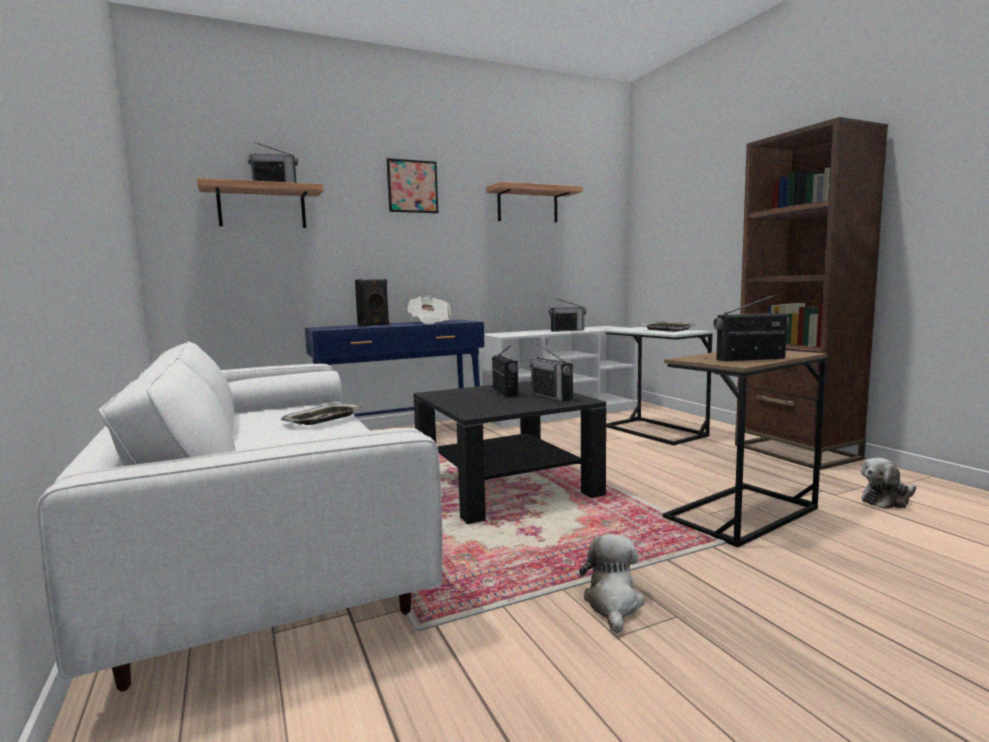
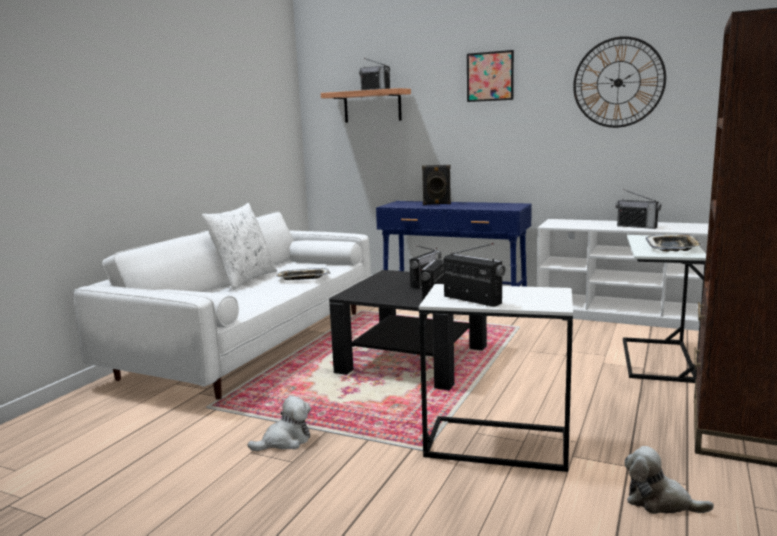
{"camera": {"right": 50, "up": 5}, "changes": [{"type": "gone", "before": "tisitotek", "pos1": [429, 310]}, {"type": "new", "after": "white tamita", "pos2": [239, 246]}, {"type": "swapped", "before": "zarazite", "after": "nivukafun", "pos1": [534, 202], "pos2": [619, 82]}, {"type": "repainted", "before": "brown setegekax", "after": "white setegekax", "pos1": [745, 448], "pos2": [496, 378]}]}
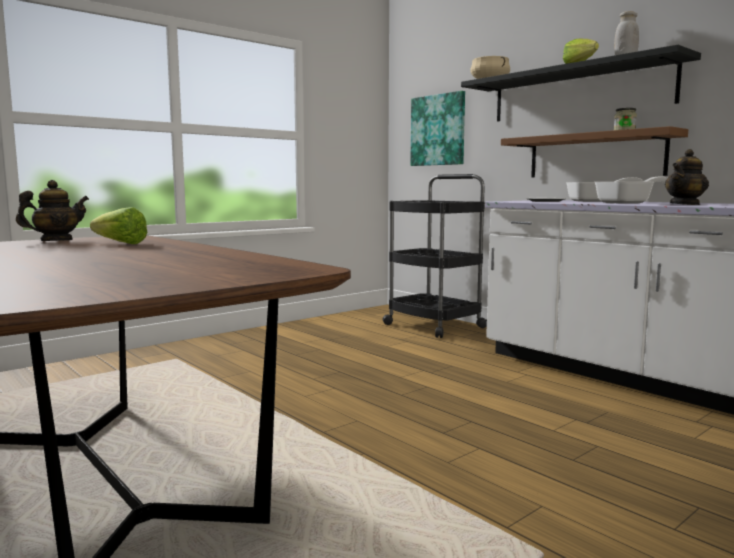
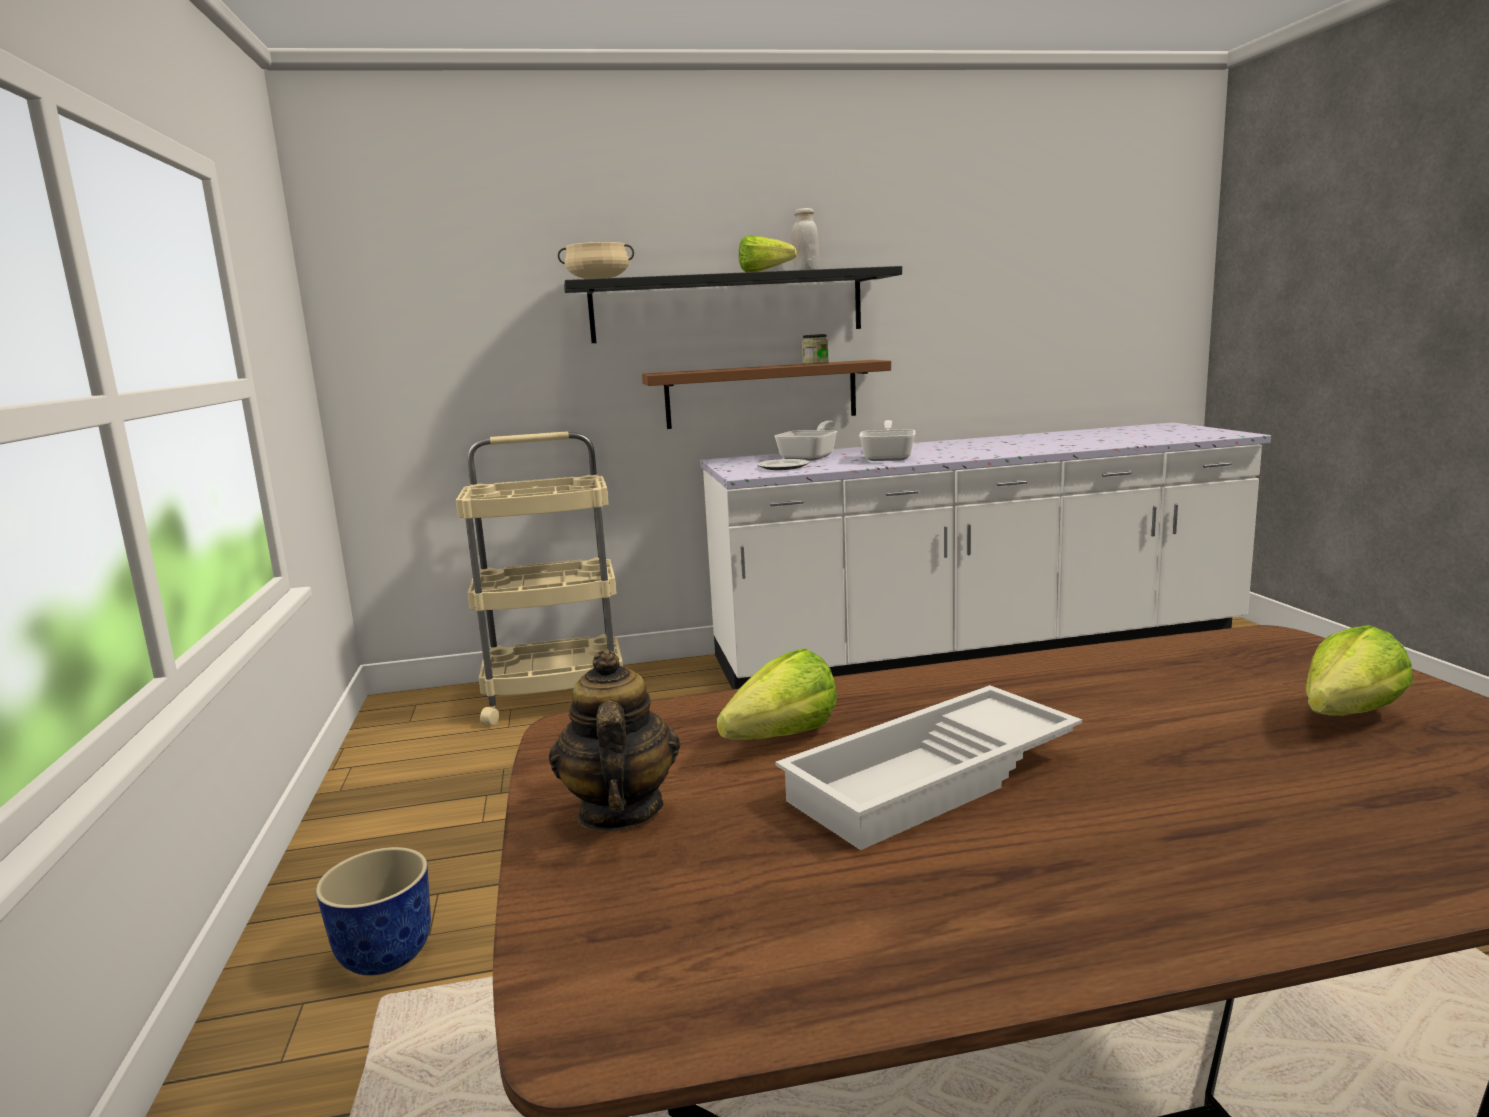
{"camera": {"right": -60, "up": 5}, "changes": [{"type": "gone", "before": "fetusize", "pos1": [437, 128]}, {"type": "gone", "before": "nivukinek", "pos1": [687, 177]}, {"type": "new", "after": "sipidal", "pos2": [373, 911]}, {"type": "new", "after": "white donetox", "pos2": [928, 767]}, {"type": "new", "after": "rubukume", "pos2": [1359, 670]}, {"type": "repainted", "before": "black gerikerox", "after": "beige gerikerox", "pos1": [434, 256], "pos2": [539, 578]}]}
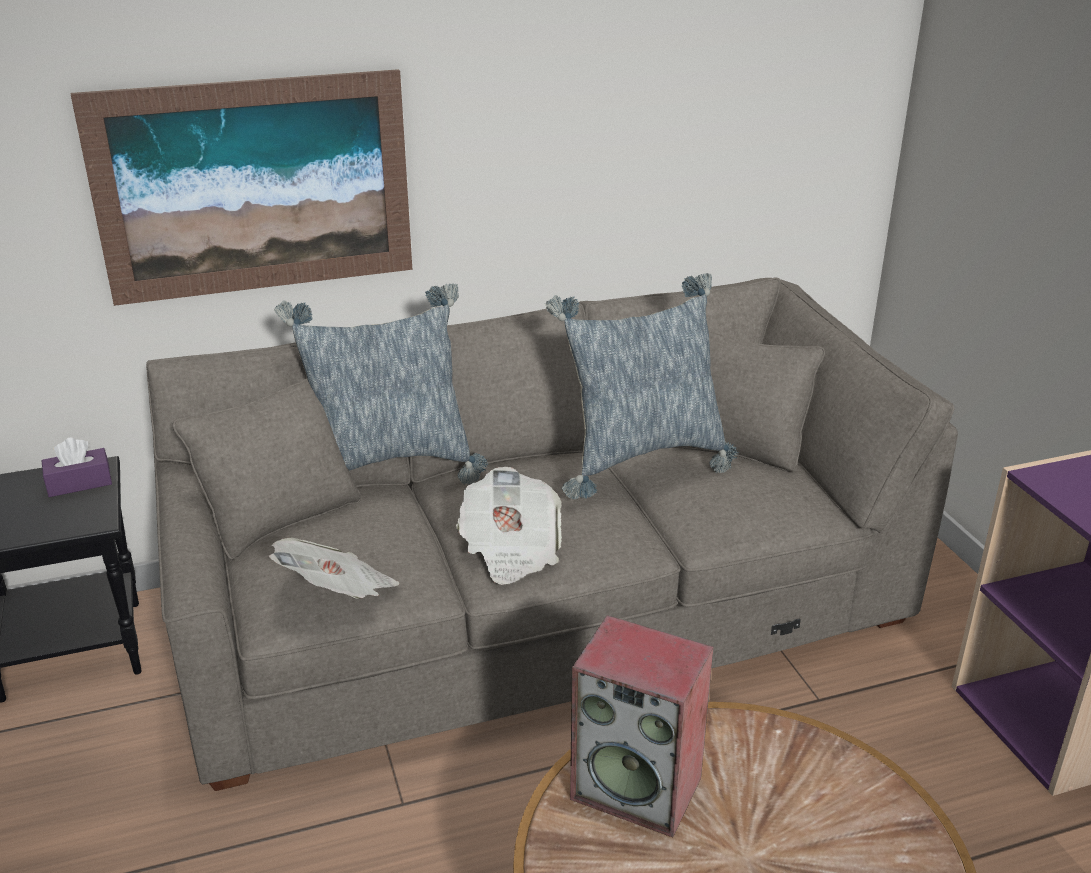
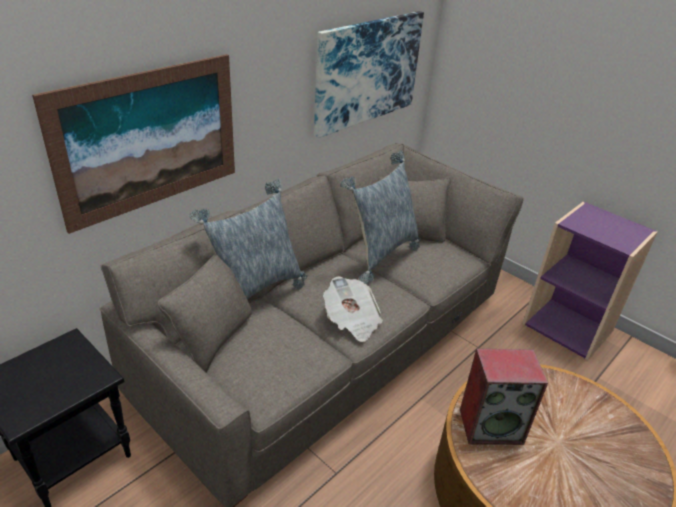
{"camera": {"right": -30, "up": 5}, "changes": [{"type": "gone", "before": "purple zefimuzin", "pos1": [76, 467]}, {"type": "gone", "before": "tisitotek", "pos1": [334, 568]}, {"type": "new", "after": "fetusize", "pos2": [369, 74]}]}
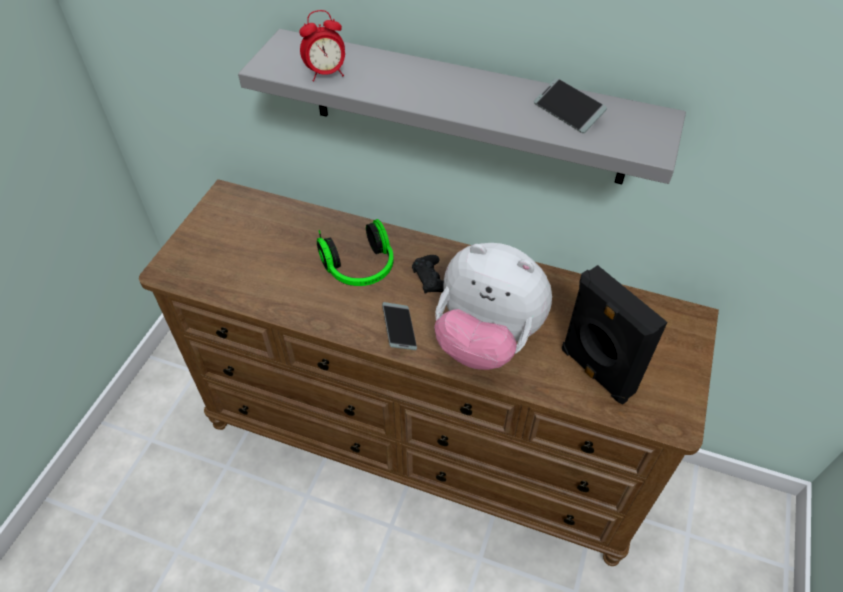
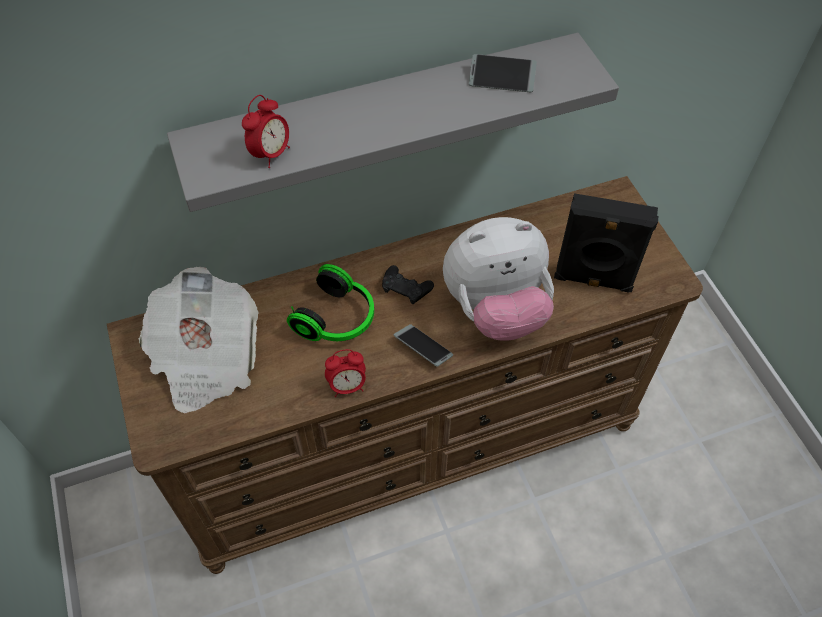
{"camera": {"right": -40, "up": 5}, "changes": [{"type": "new", "after": "tisitotek", "pos2": [199, 340]}, {"type": "new", "after": "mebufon", "pos2": [345, 373]}]}
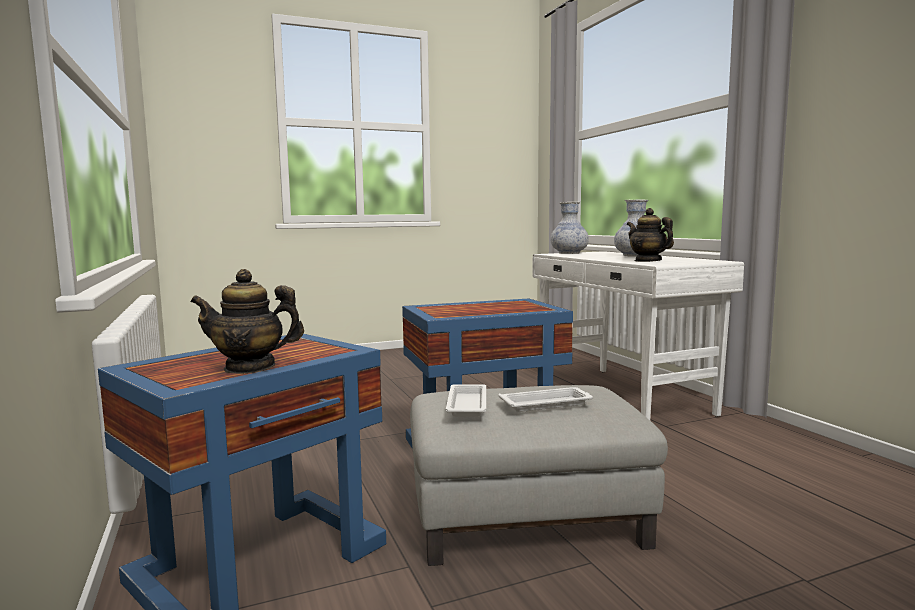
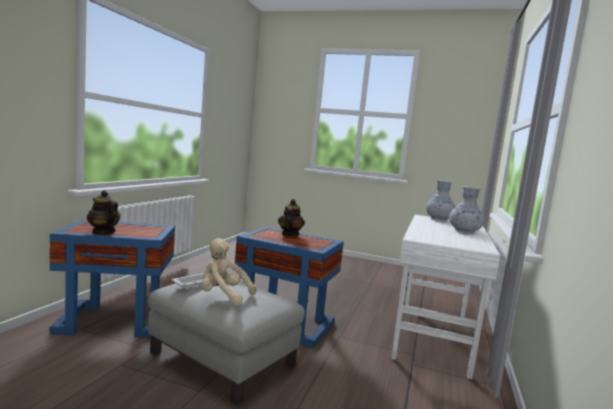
{"camera": {"right": 40, "up": 0}, "changes": [{"type": "shifted", "before": "nivukinek", "pos1": [650, 235], "pos2": [291, 217]}, {"type": "swapped", "before": "white donetox", "after": "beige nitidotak", "pos1": [546, 399], "pos2": [228, 272]}]}
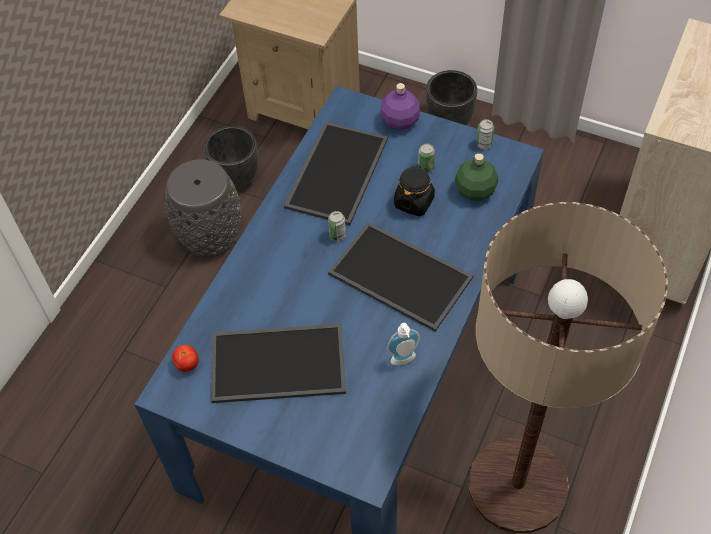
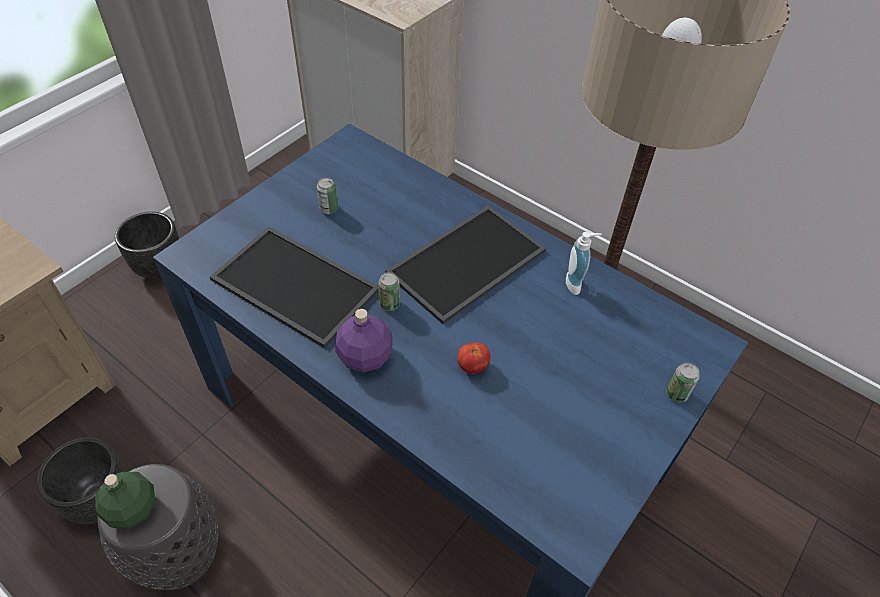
{"camera": {"right": -80, "up": -5}, "changes": [{"type": "gone", "before": "donetox", "pos1": [278, 363]}, {"type": "gone", "before": "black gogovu", "pos1": [414, 191]}, {"type": "shifted", "before": "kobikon", "pos1": [185, 358], "pos2": [474, 358]}, {"type": "shifted", "before": "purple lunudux", "pos1": [400, 107], "pos2": [364, 340]}, {"type": "shifted", "before": "green lunudux", "pos1": [476, 177], "pos2": [125, 500]}, {"type": "shifted", "before": "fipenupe", "pos1": [485, 134], "pos2": [683, 382]}]}
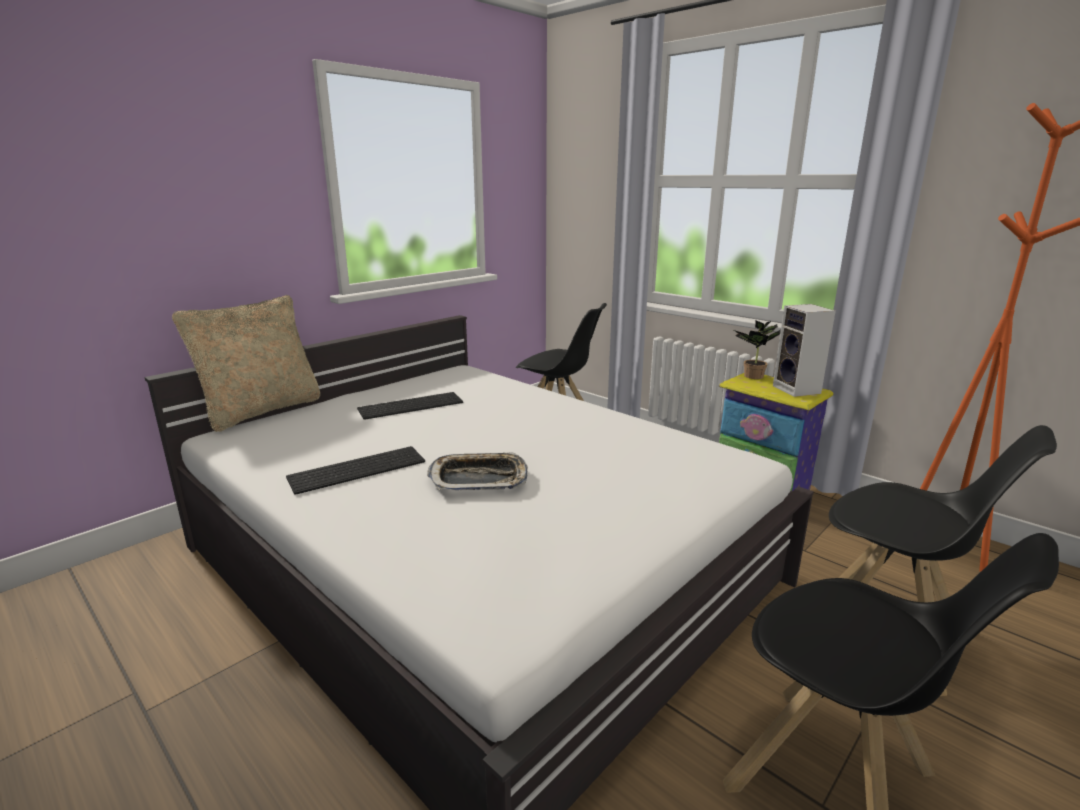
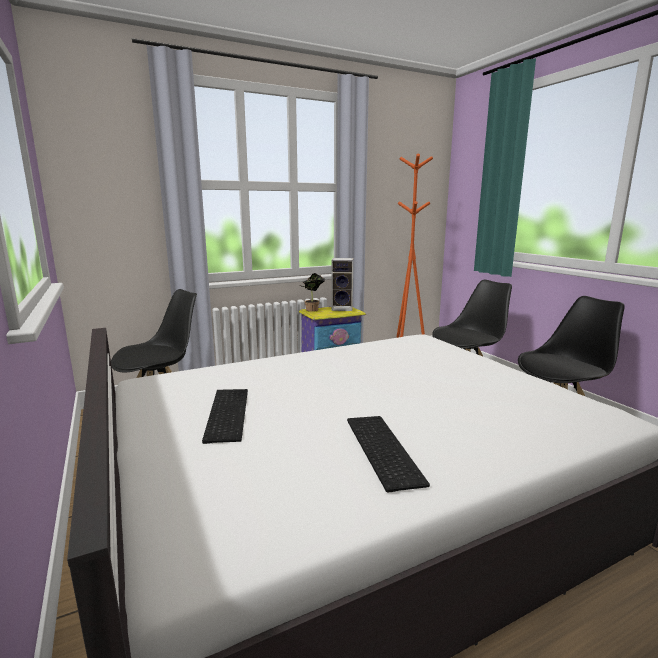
{"camera": {"right": -70, "up": -5}, "changes": [{"type": "gone", "before": "beige tamita", "pos1": [246, 363]}, {"type": "gone", "before": "donetox", "pos1": [477, 471]}]}
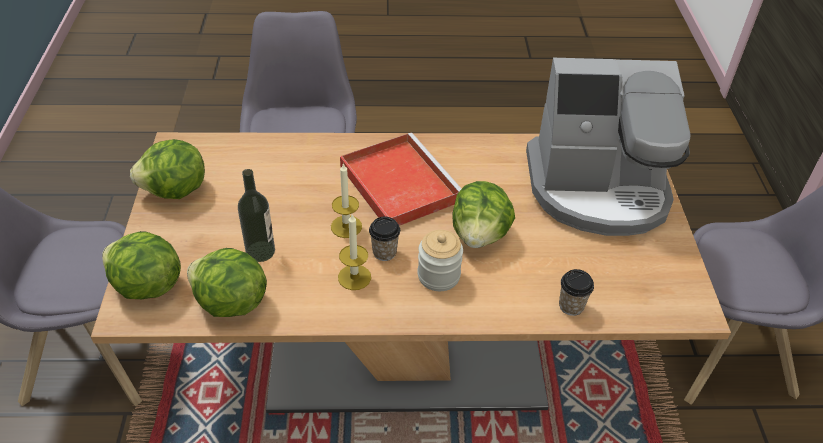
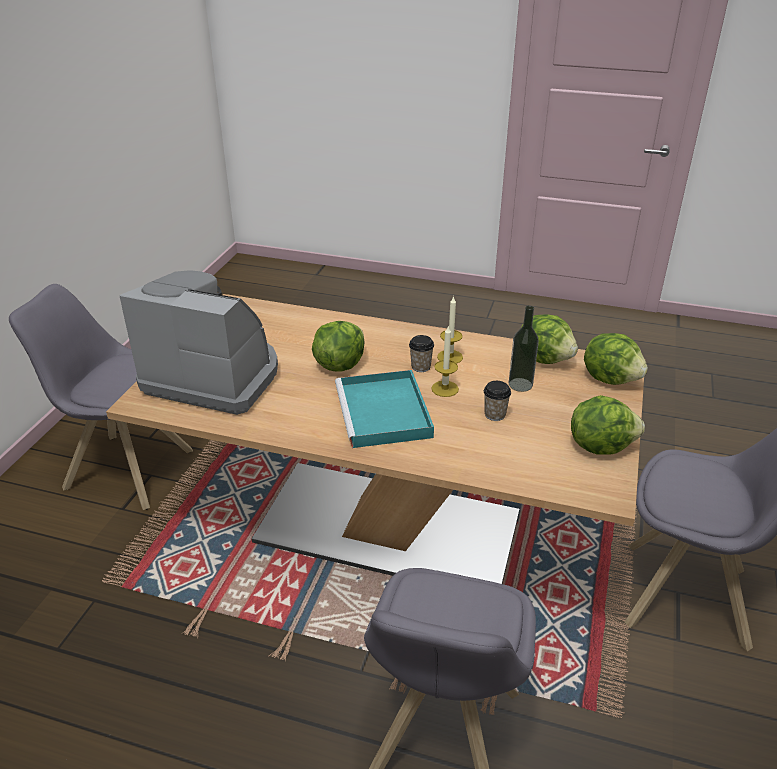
{"camera": {"right": -160, "up": -10}, "changes": [{"type": "gone", "before": "gogovu", "pos1": [440, 260]}, {"type": "shifted", "before": "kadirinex", "pos1": [576, 292], "pos2": [497, 401]}, {"type": "repainted", "before": "red donetox", "after": "turquoise donetox", "pos1": [401, 179], "pos2": [384, 409]}]}
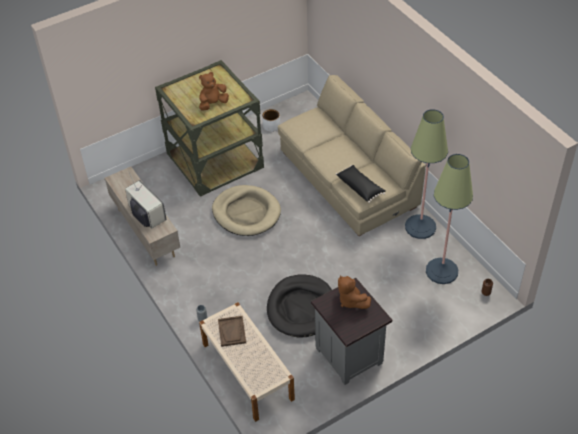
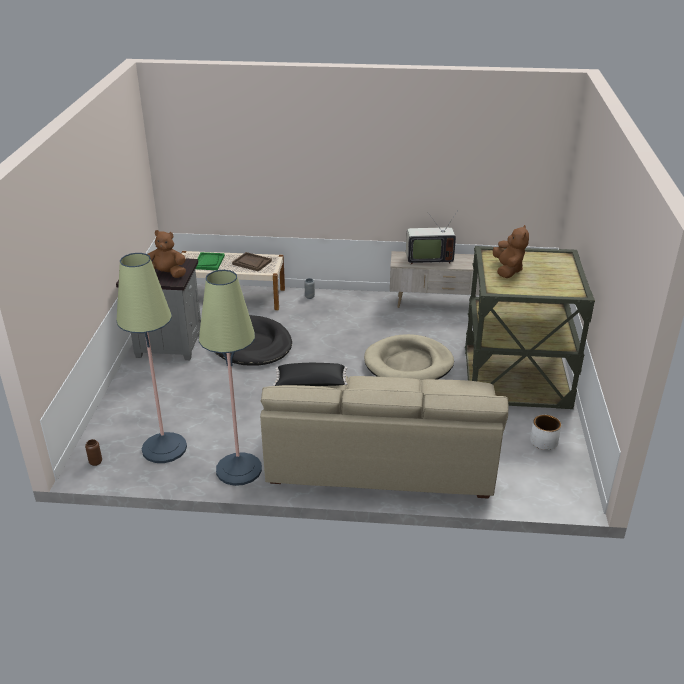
{"camera": {"right": 125, "up": -15}, "changes": [{"type": "new", "after": "green donetox", "pos2": [210, 261]}]}
